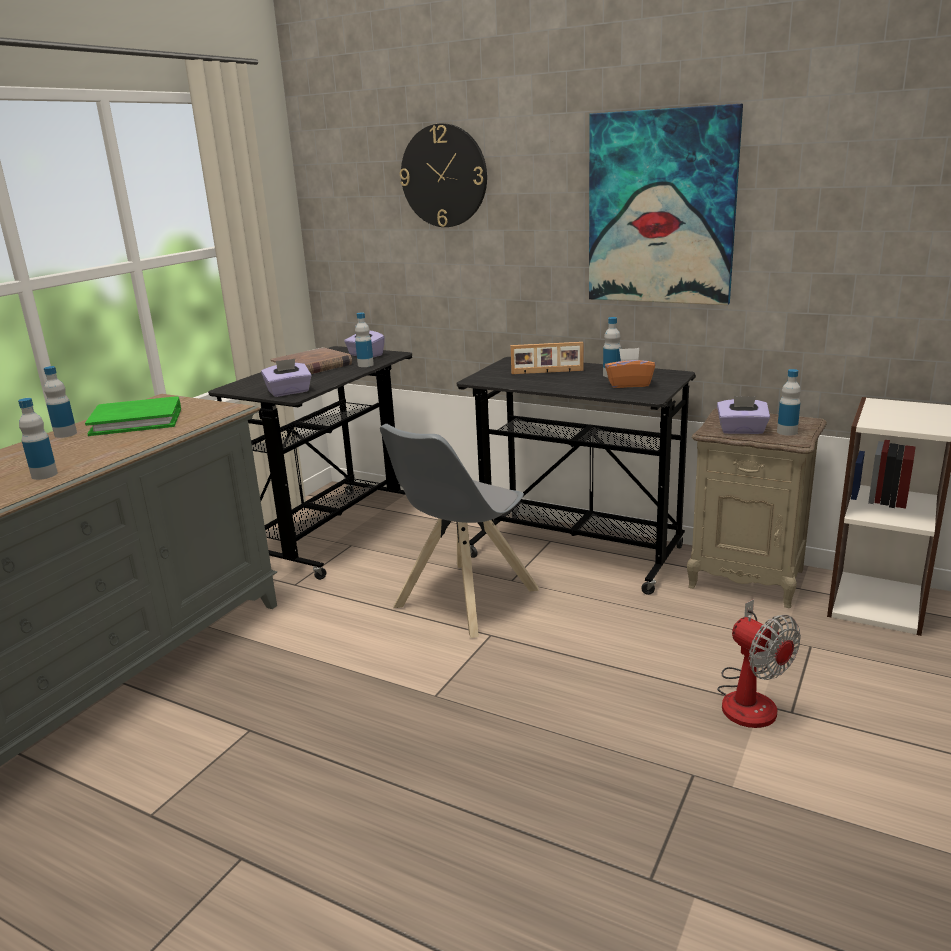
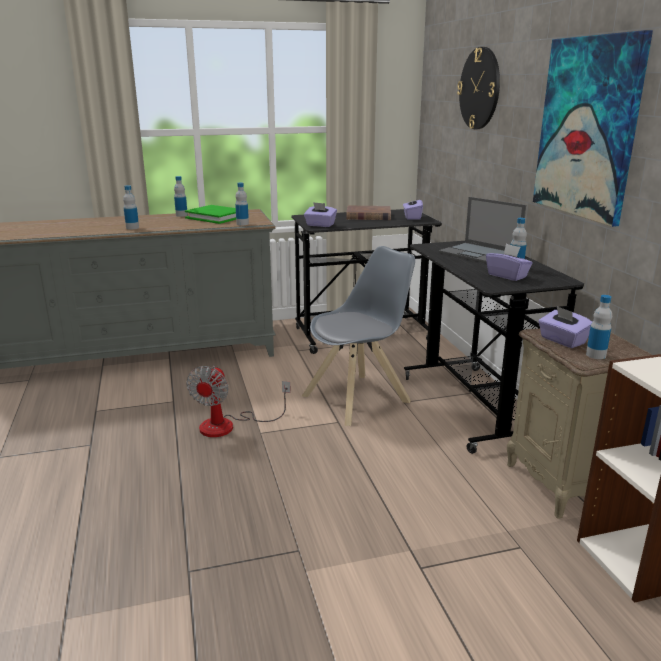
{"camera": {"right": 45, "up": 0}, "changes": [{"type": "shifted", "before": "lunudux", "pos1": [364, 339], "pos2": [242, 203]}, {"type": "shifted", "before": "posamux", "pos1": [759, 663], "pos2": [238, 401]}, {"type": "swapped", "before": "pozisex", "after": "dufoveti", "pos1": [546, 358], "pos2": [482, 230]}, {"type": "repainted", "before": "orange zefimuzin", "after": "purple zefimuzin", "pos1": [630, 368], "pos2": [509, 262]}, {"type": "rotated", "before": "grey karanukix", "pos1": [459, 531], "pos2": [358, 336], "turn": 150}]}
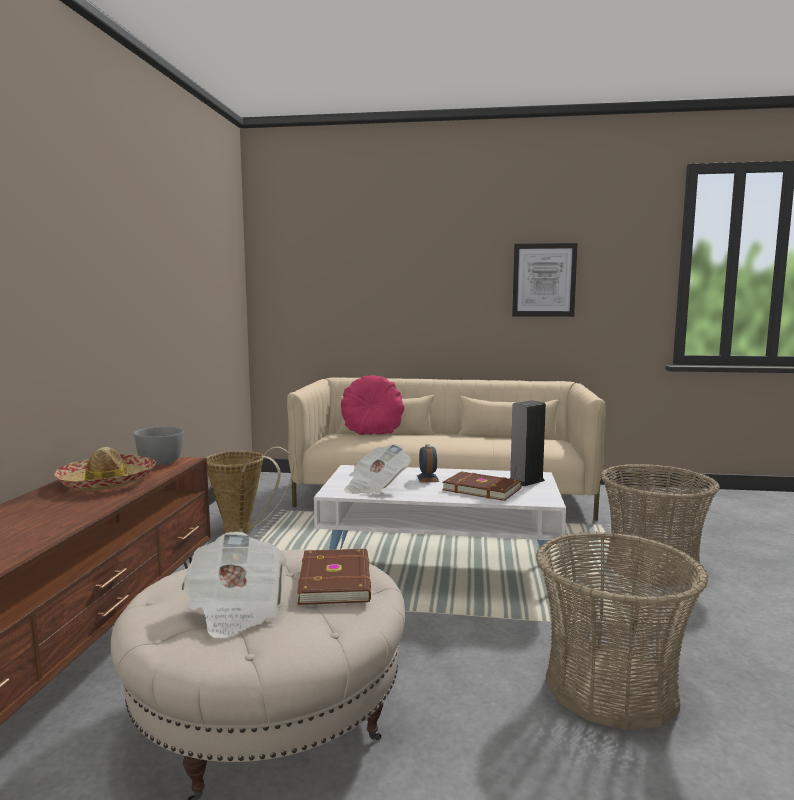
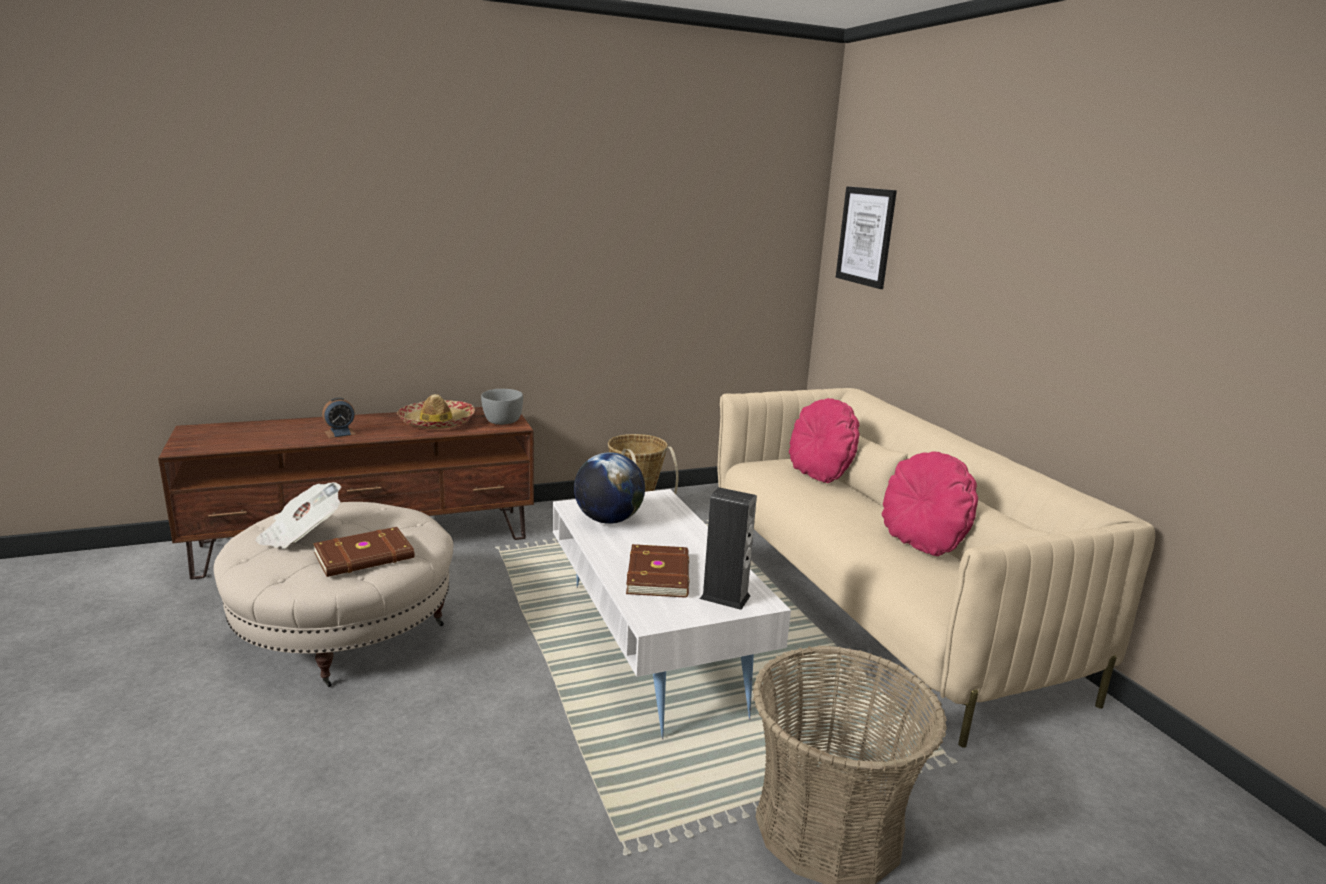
{"camera": {"right": 60, "up": 10}, "changes": [{"type": "gone", "before": "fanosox", "pos1": [622, 631]}, {"type": "new", "after": "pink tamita", "pos2": [930, 503]}, {"type": "shifted", "before": "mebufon", "pos1": [428, 463], "pos2": [339, 417]}, {"type": "shifted", "before": "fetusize", "pos1": [545, 280], "pos2": [866, 237]}, {"type": "swapped", "before": "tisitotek", "after": "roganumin", "pos1": [377, 469], "pos2": [609, 488]}]}
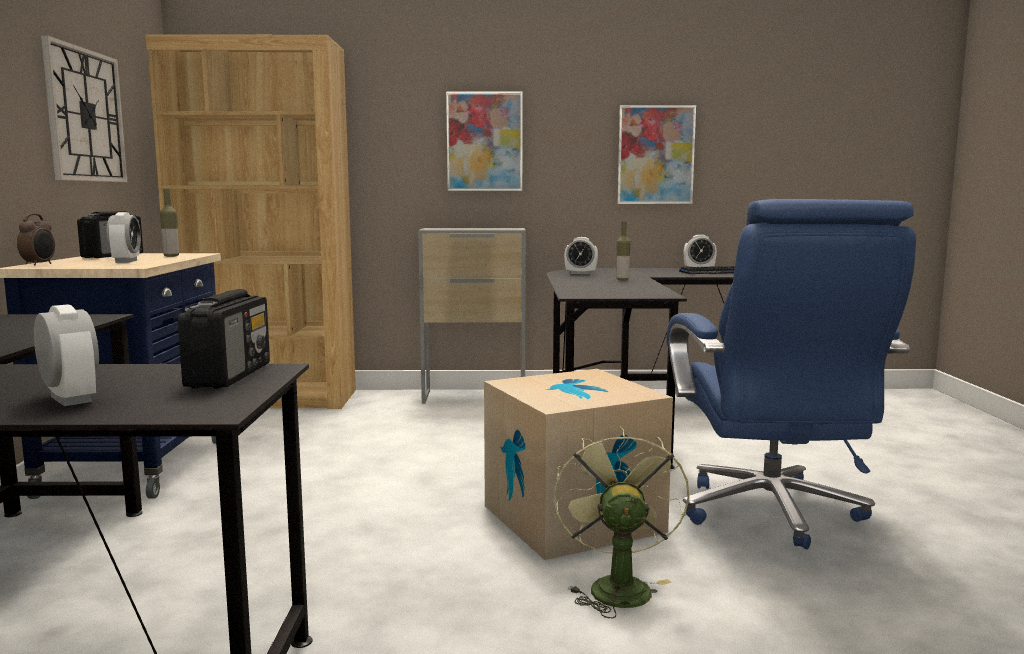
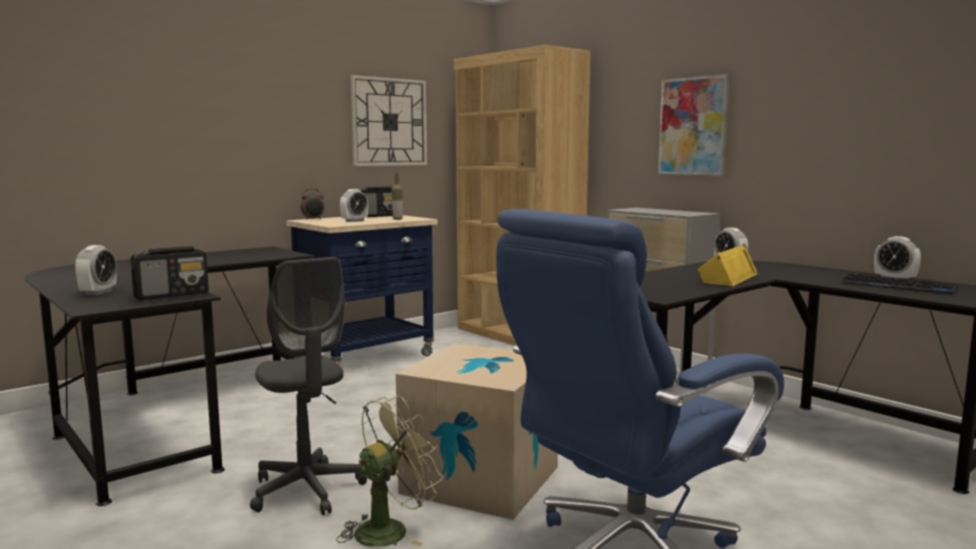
{"camera": {"right": 50, "up": 0}, "changes": [{"type": "gone", "before": "fetusize", "pos1": [657, 154]}, {"type": "new", "after": "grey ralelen", "pos2": [308, 386]}, {"type": "swapped", "before": "lunudux", "after": "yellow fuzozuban", "pos1": [623, 250], "pos2": [728, 265]}]}
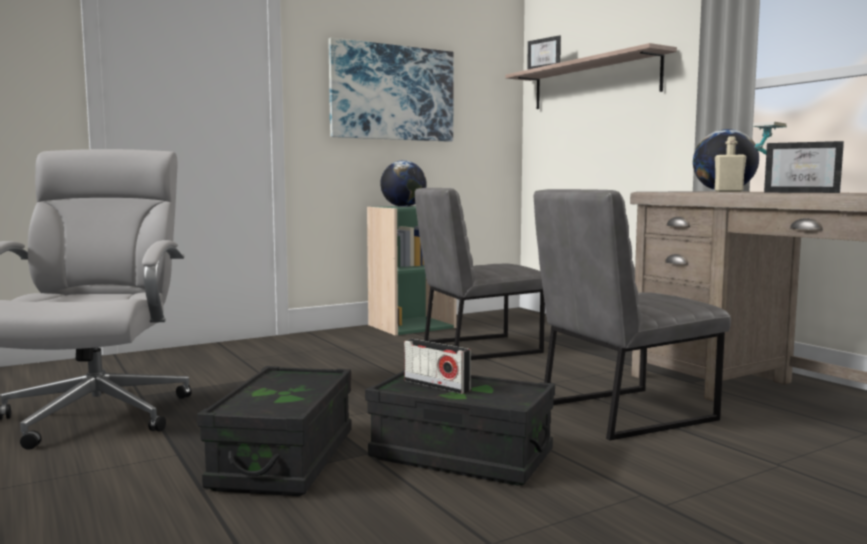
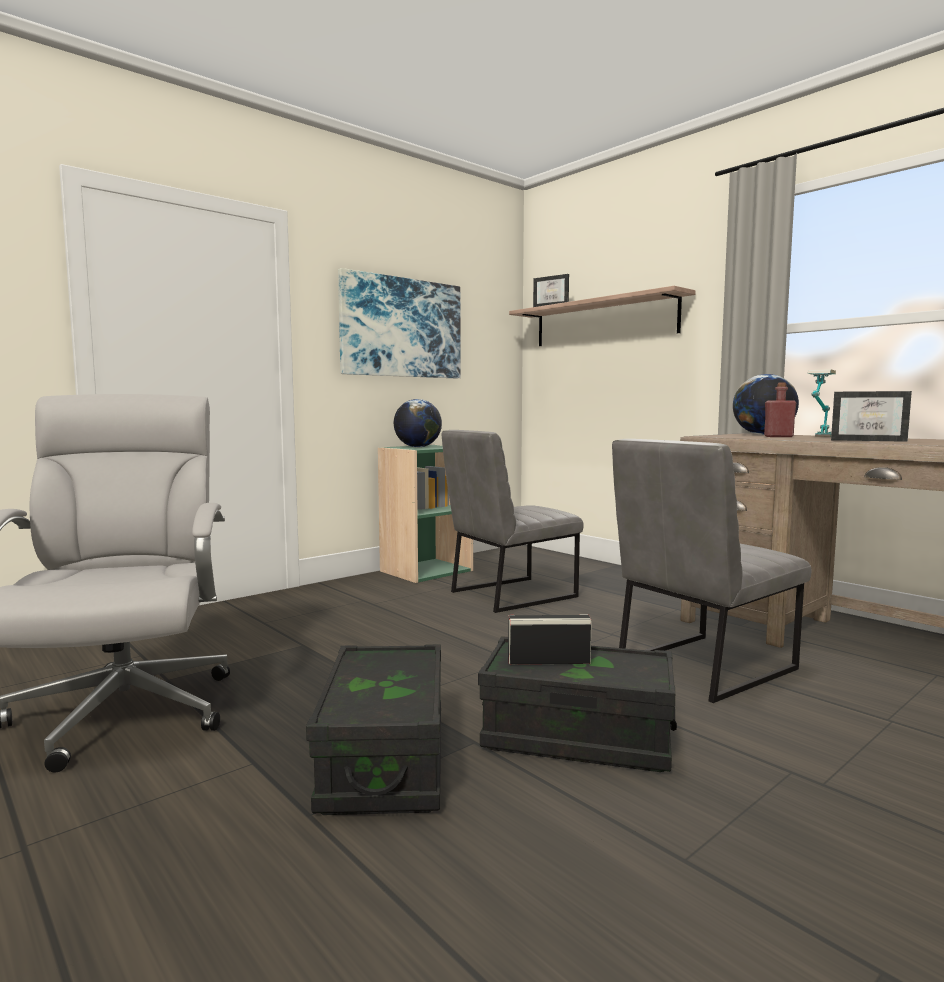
{"camera": {"right": -10, "up": 0}, "changes": [{"type": "repainted", "before": "beige lunudux", "after": "red lunudux", "pos1": [730, 164], "pos2": [780, 409]}, {"type": "rotated", "before": "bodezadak", "pos1": [437, 366], "pos2": [550, 639], "turn": 150}]}
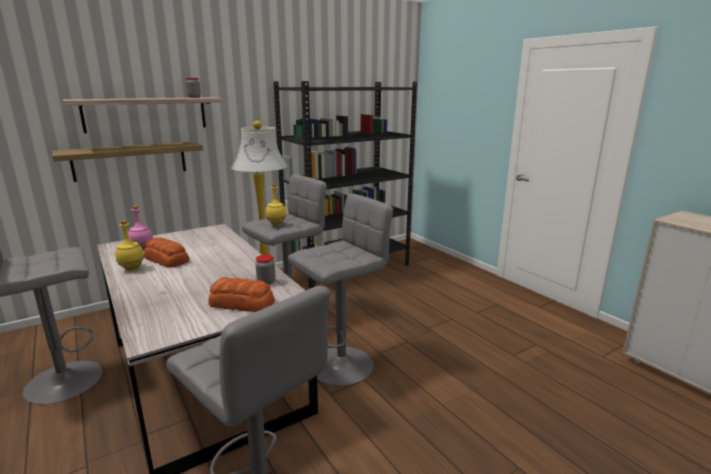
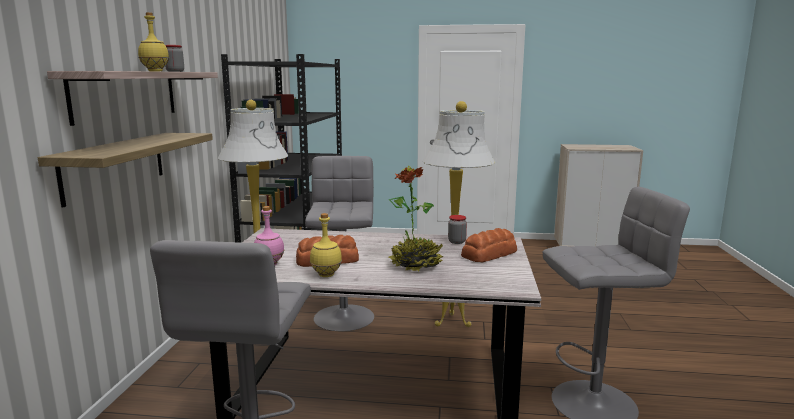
{"camera": {"right": -50, "up": -5}, "changes": [{"type": "new", "after": "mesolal", "pos2": [416, 219]}, {"type": "shifted", "before": "yellow lunudux", "pos1": [276, 205], "pos2": [153, 42]}, {"type": "swapped", "before": "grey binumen", "after": "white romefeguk", "pos1": [340, 290], "pos2": [458, 214]}]}
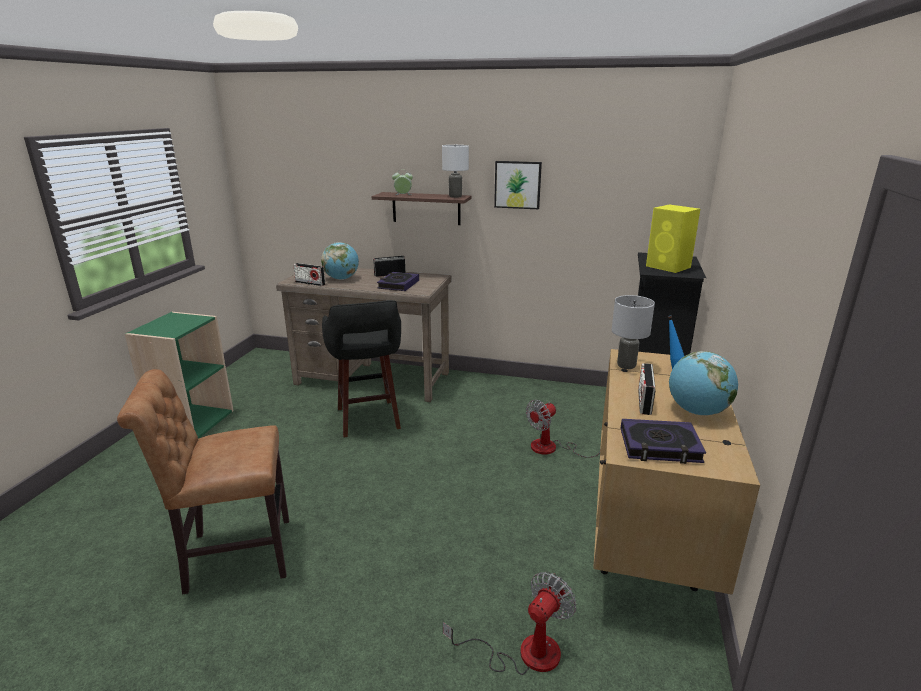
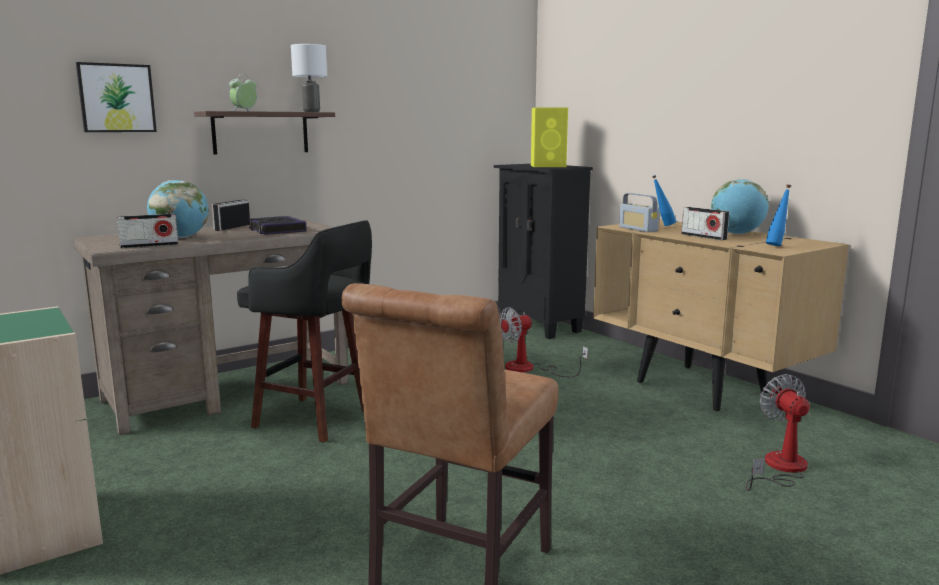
{"camera": {"right": -50, "up": -10}, "changes": [{"type": "shifted", "before": "fetusize", "pos1": [518, 185], "pos2": [116, 97]}, {"type": "swapped", "before": "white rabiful", "after": "bodezadak", "pos1": [633, 332], "pos2": [639, 212]}, {"type": "swapped", "before": "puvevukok", "after": "blue lunudux", "pos1": [663, 441], "pos2": [778, 215]}, {"type": "rotated", "before": "posamux", "pos1": [563, 429], "pos2": [543, 342], "turn": 60}]}
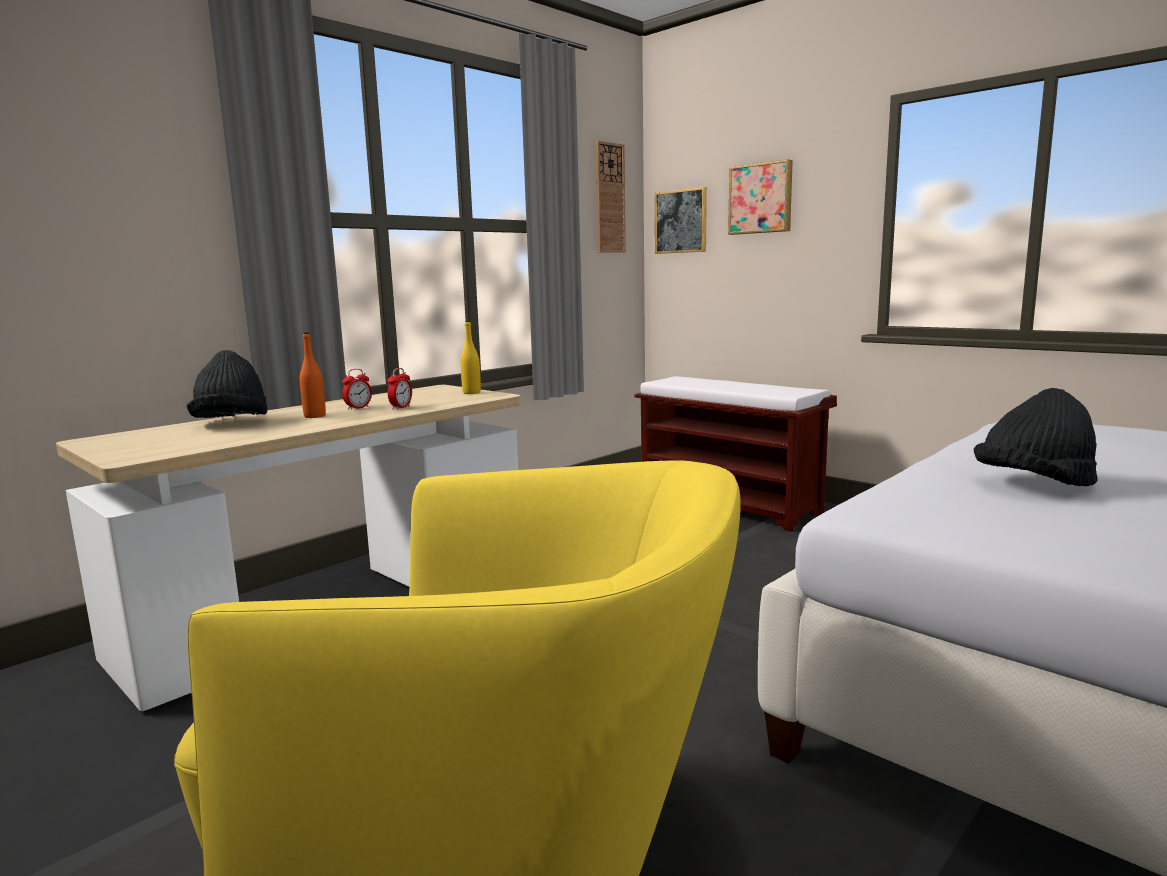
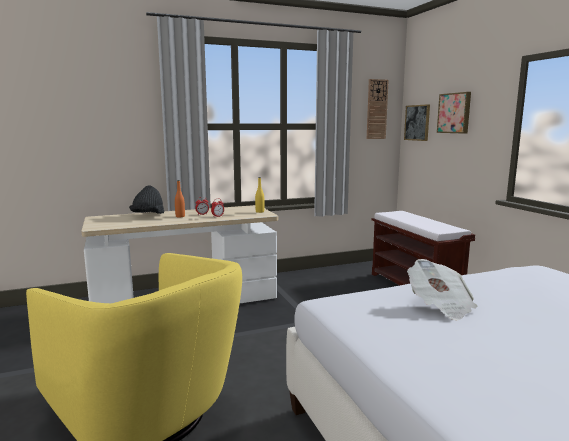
{"camera": {"right": 25, "up": 0}, "changes": [{"type": "swapped", "before": "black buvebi", "after": "tisitotek", "pos1": [1036, 437], "pos2": [442, 290]}]}
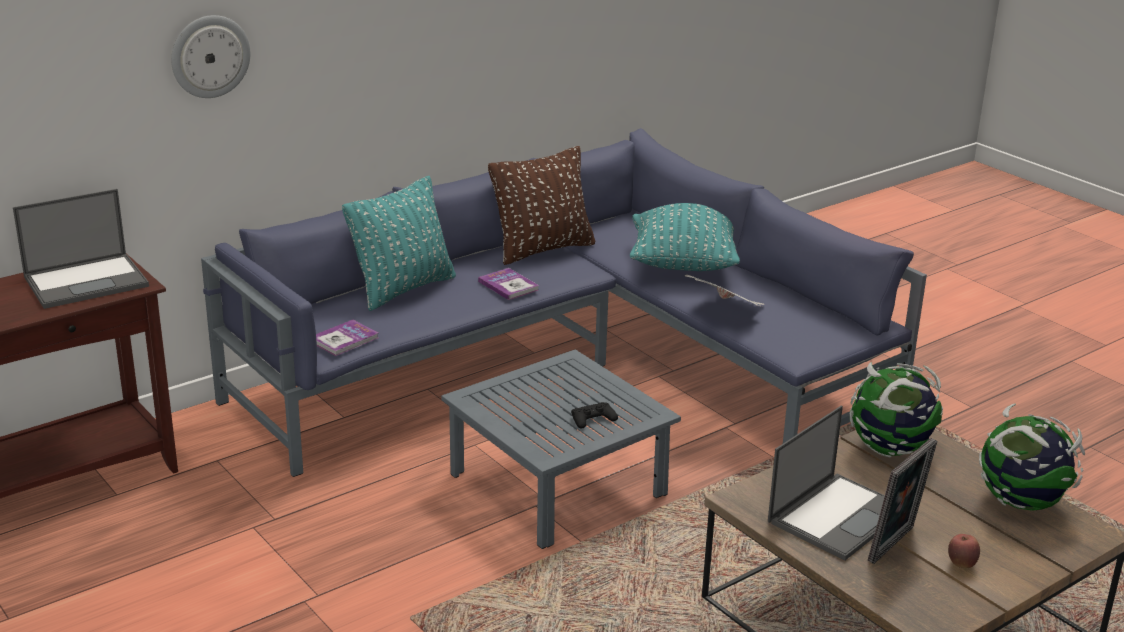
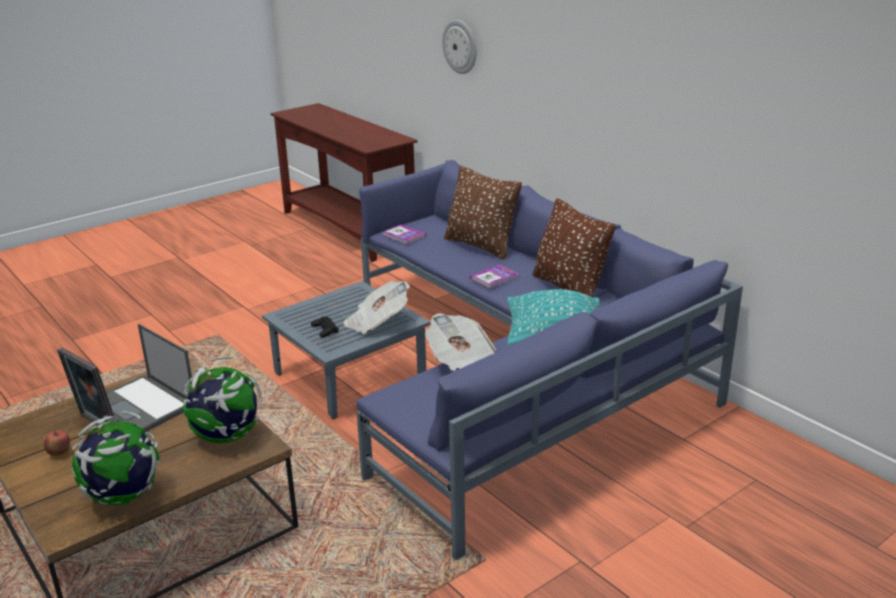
{"camera": {"right": 90, "up": 0}, "changes": [{"type": "gone", "before": "dufoveti", "pos1": [81, 249]}, {"type": "new", "after": "tisitotek", "pos2": [377, 307]}, {"type": "repainted", "before": "turquoise tamita", "after": "brown tamita", "pos1": [399, 243], "pos2": [483, 213]}]}
